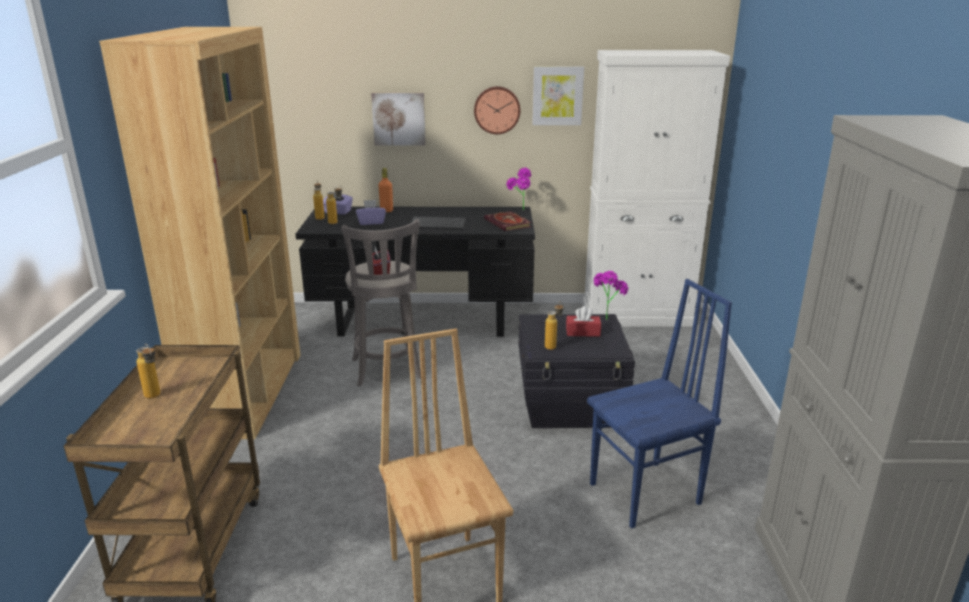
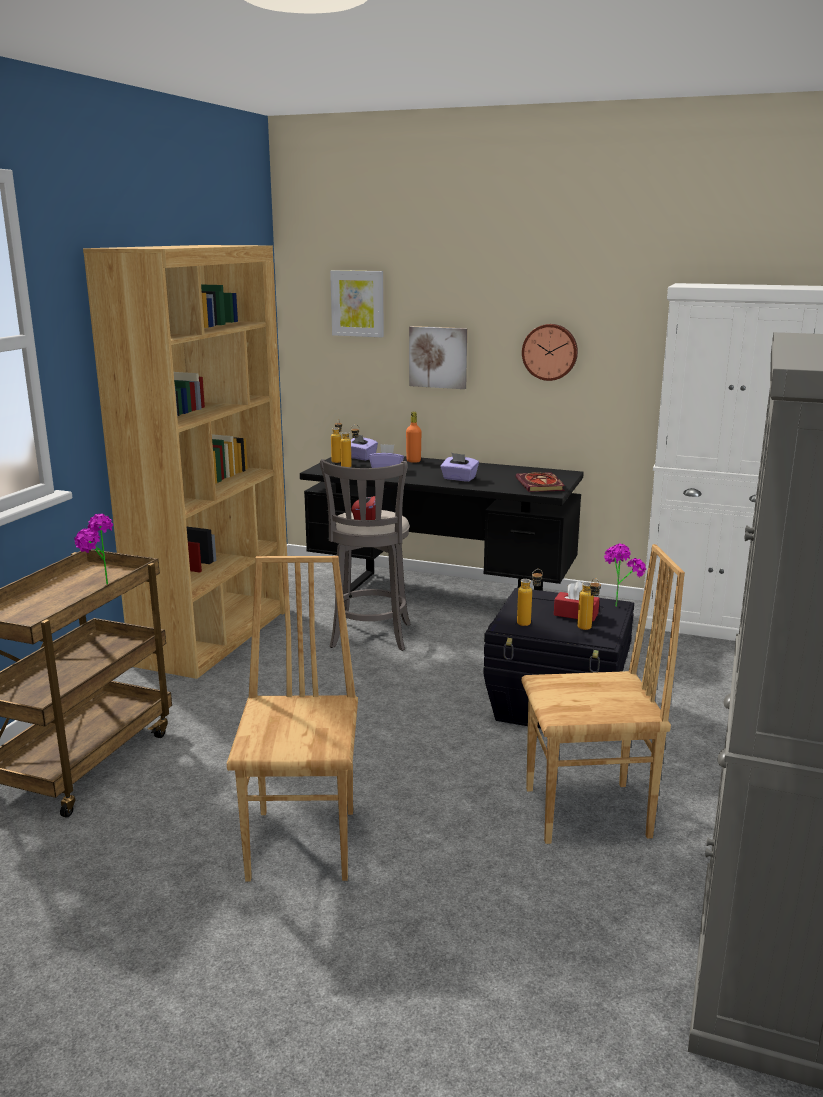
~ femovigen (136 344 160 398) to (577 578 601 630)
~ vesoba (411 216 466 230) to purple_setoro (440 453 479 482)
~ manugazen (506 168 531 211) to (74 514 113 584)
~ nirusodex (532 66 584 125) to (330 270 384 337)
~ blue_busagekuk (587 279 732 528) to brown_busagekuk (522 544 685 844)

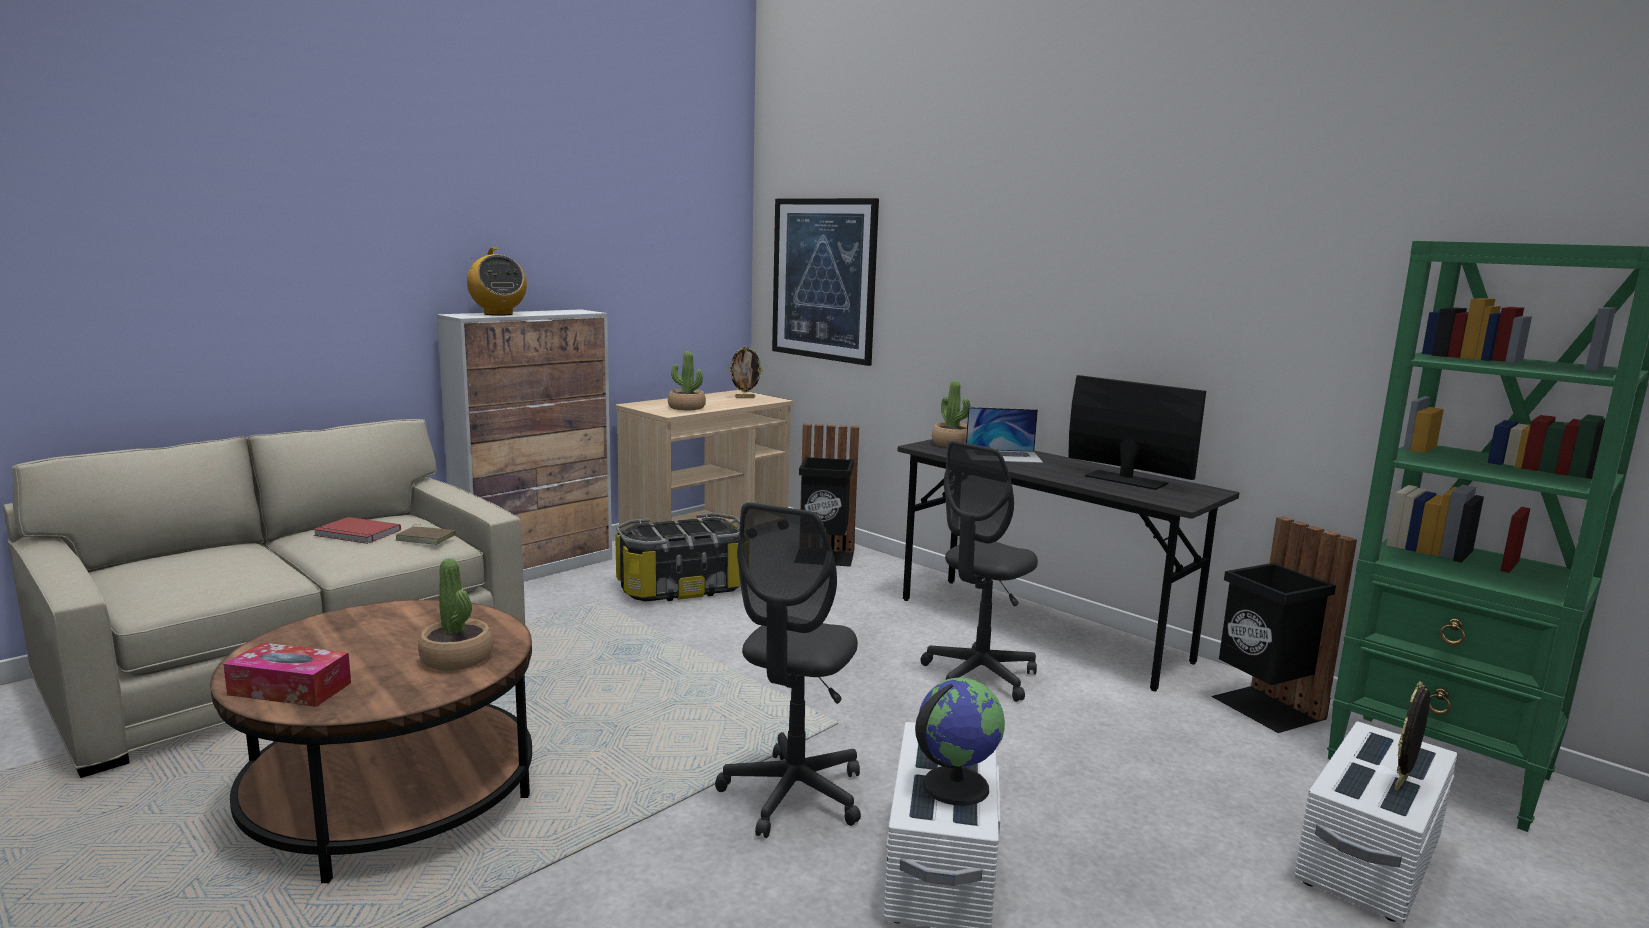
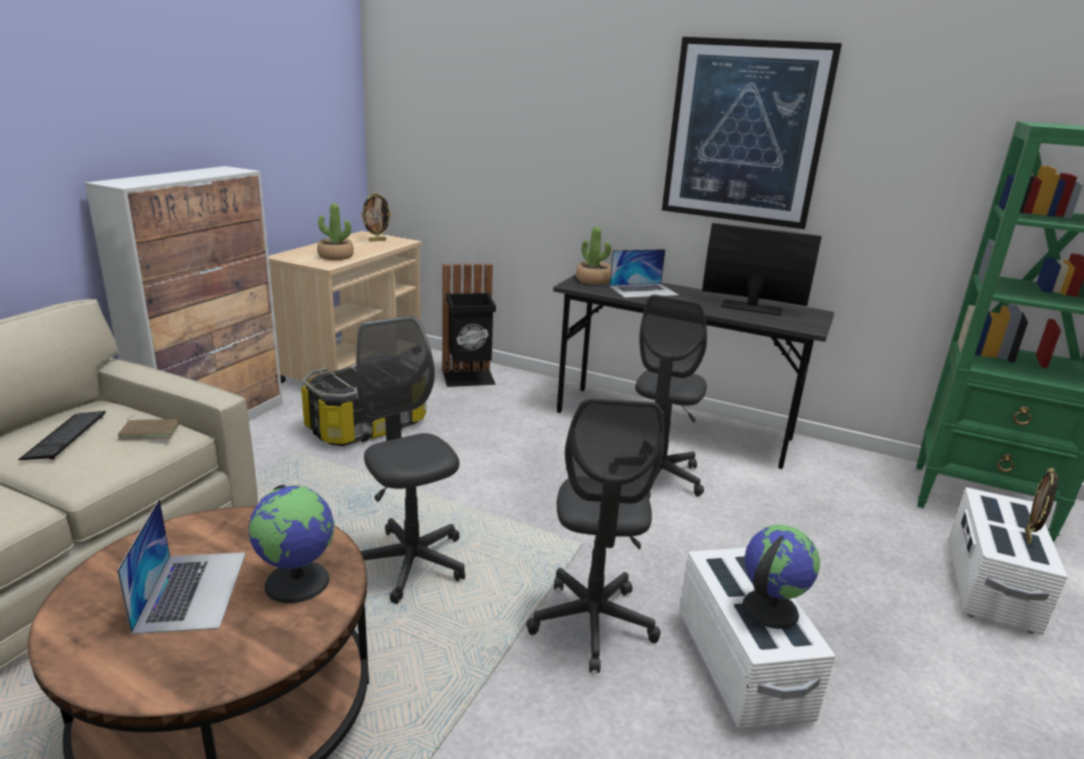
- setoro (223 642 351 707)
~ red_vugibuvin (313 517 401 544) to vesoba (18 411 106 460)
~ manugazen (418 558 493 671) to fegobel (248 484 335 603)
- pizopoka (467 248 527 316)
~ nirusodex (772 198 879 366) to (662 37 842 229)
- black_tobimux (1211 517 1357 733)
+ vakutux (117 499 246 634)
+ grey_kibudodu (356 316 465 604)

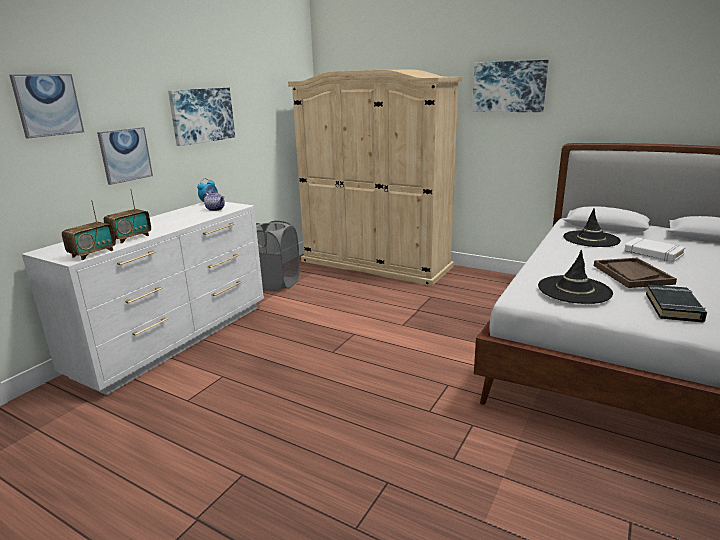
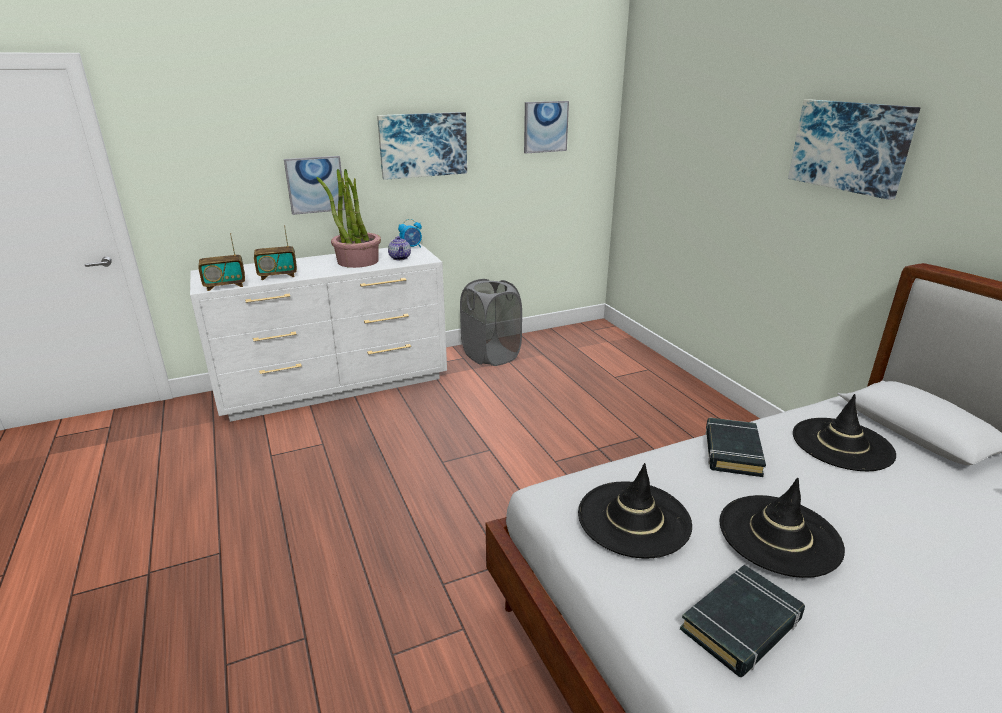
~ nirusodex (9 74 84 138) to (524 101 569 154)
- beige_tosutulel (288 70 462 286)
~ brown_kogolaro (594 258 677 288) to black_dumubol (720 478 845 578)
- white_vugibuvin (624 238 686 262)
+ manugazen (316 169 381 268)
+ black_vugibuvin (706 418 766 477)

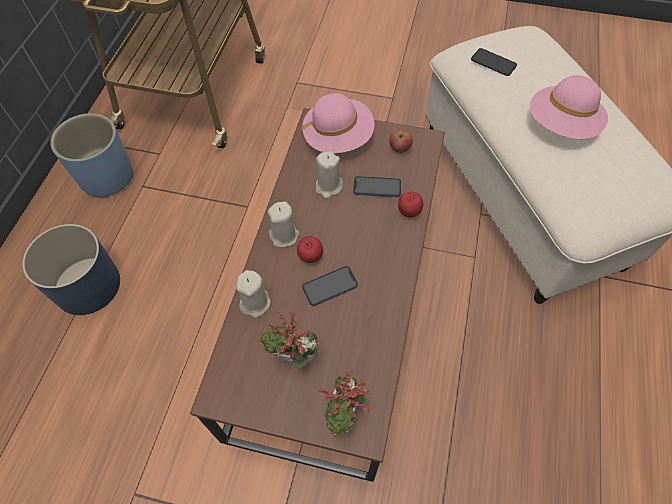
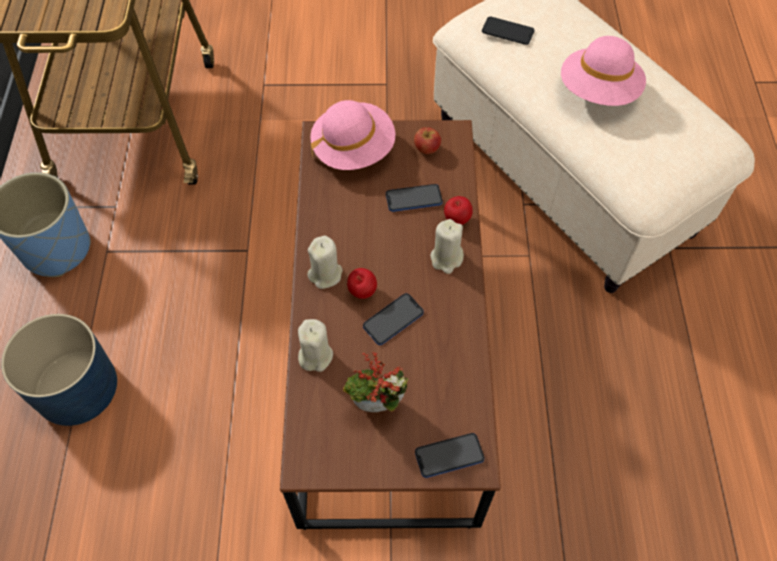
~ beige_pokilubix (315 151 343 199) to (430 219 464 274)
~ manugazen (319 370 371 437) to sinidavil (415 433 485 478)

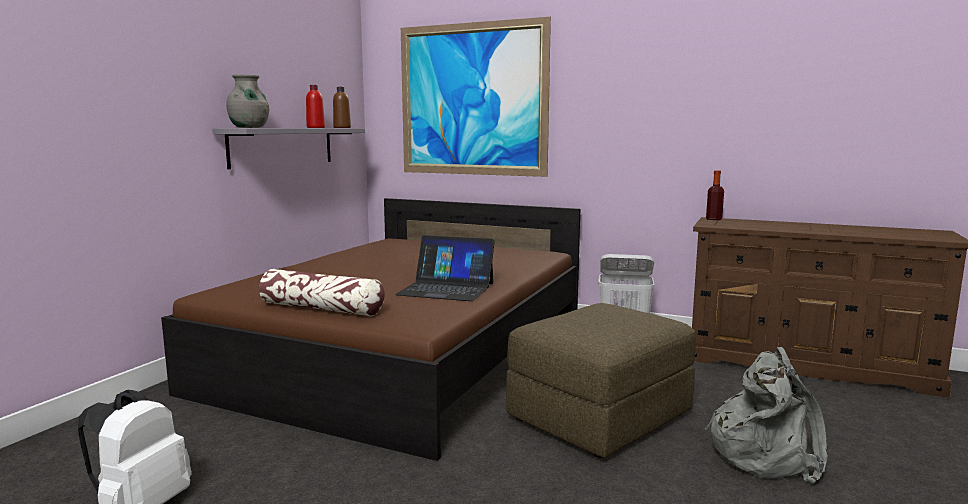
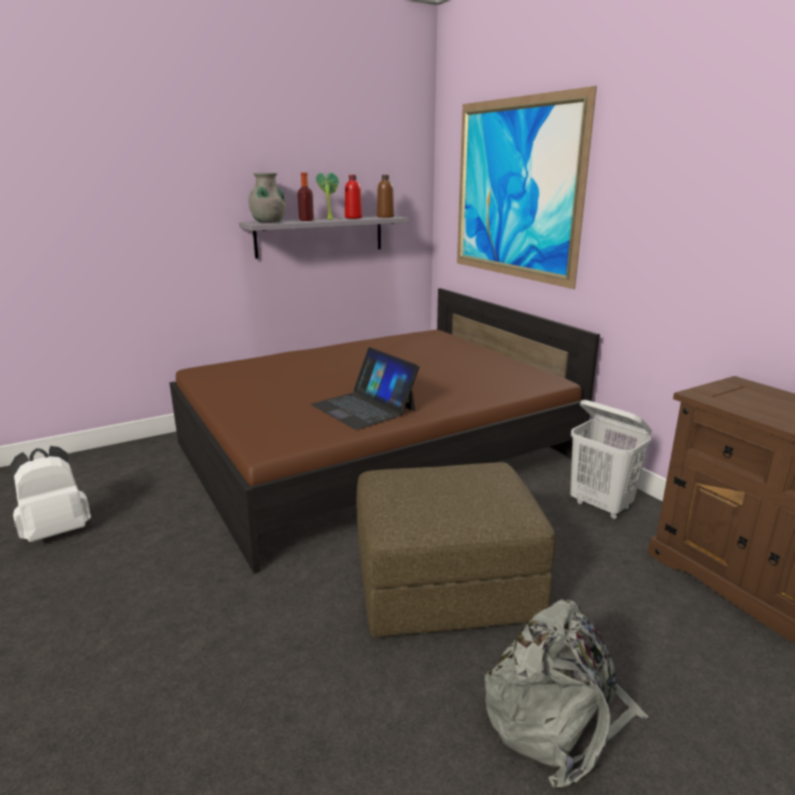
- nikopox (259 269 385 317)
~ femovigen (706 170 724 220) to (298 172 314 221)
+ manugazen (316 172 339 220)

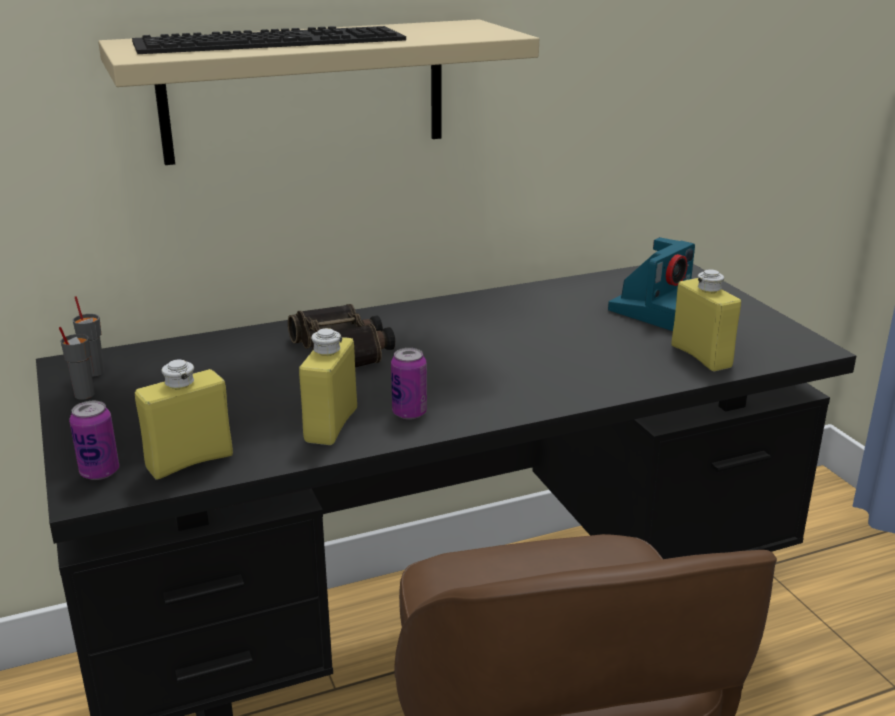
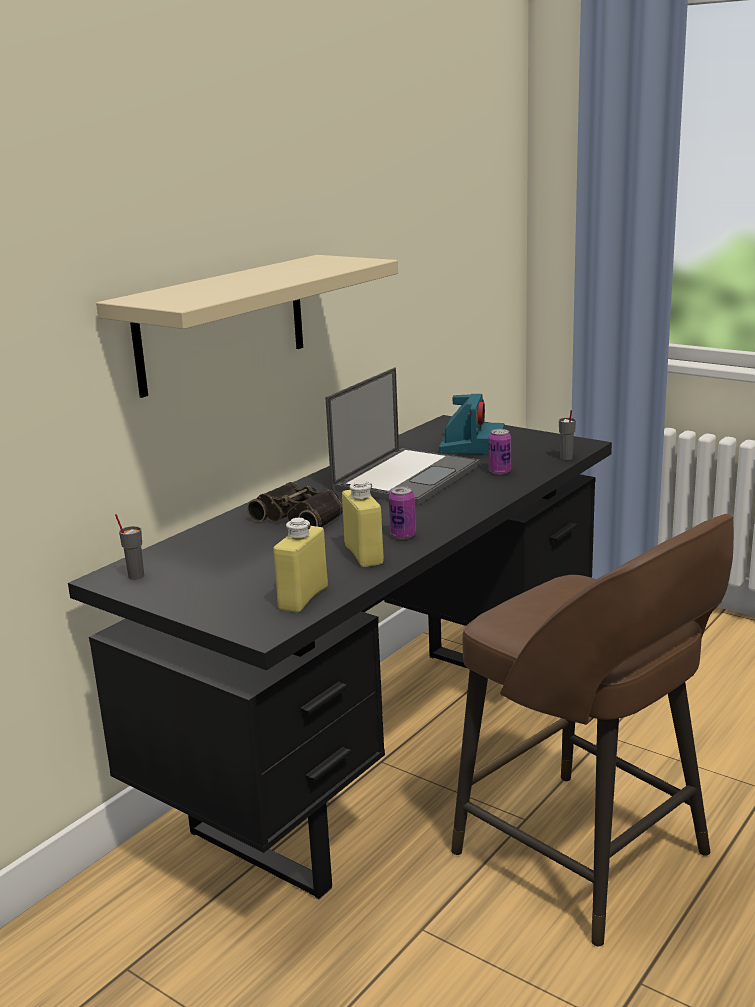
~ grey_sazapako (59 327 95 400) to (559 410 576 460)
~ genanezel (69 401 119 480) to (489 429 511 475)
- vesoba (132 26 406 54)
- yellow_femovigen (671 269 741 371)
+ vakutux (325 367 480 505)

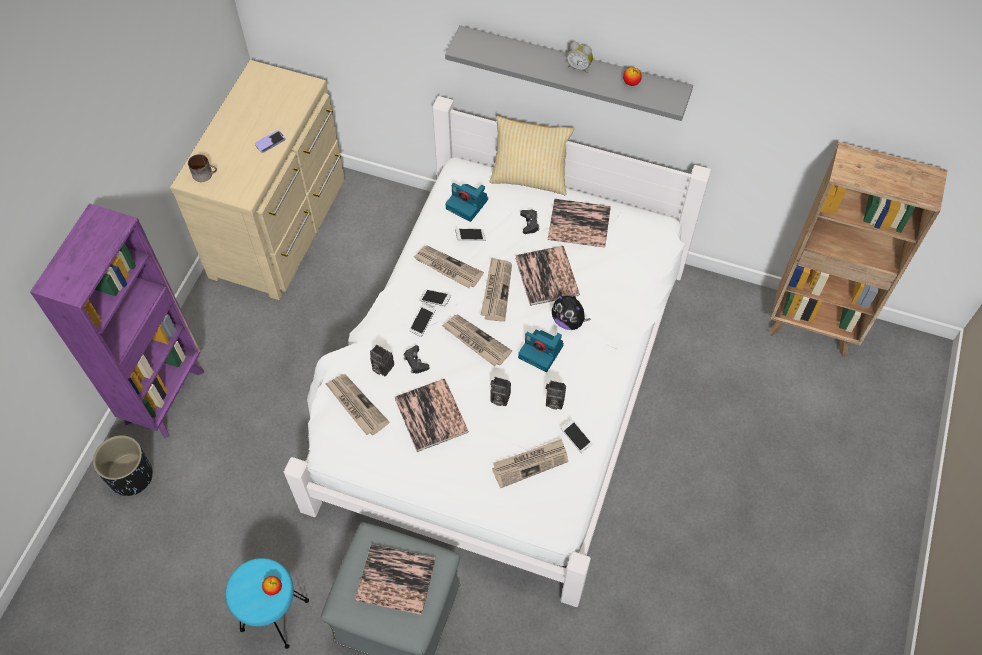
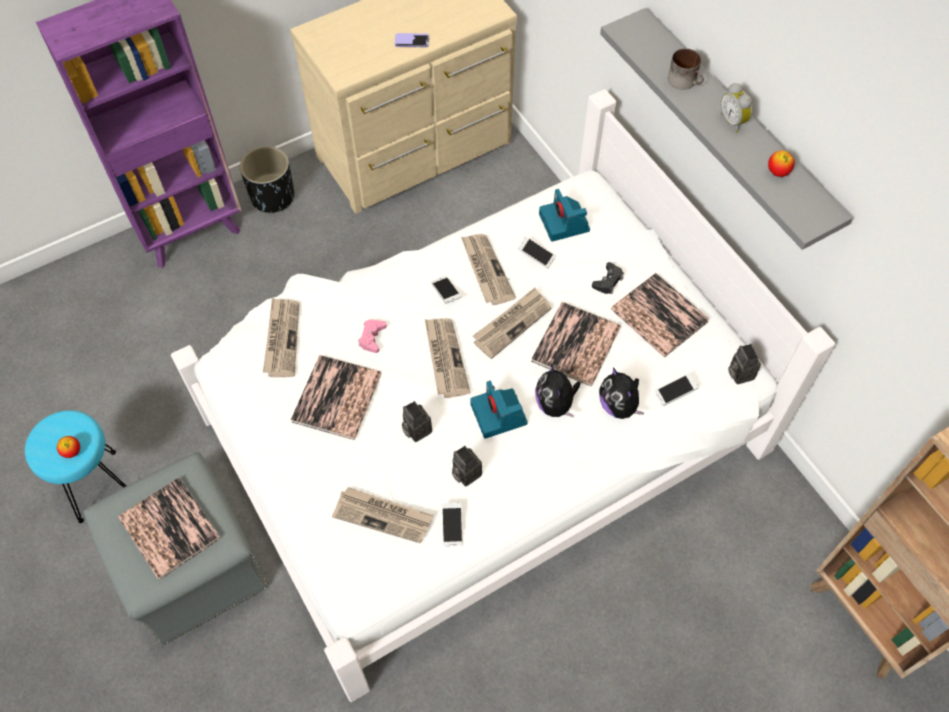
~ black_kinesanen (93 435 153 496) to (240 146 294 213)
~ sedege (188 154 217 182) to (668 48 704 90)
~ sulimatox (370 345 394 376) to (728 344 761 384)
~ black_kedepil (404 345 429 374) to pink_kedepil (358 319 387 353)
~ sinidavil (409 304 435 337) to (655 373 699 406)
- nikopox (490 116 575 195)
+ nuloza (599 367 644 419)

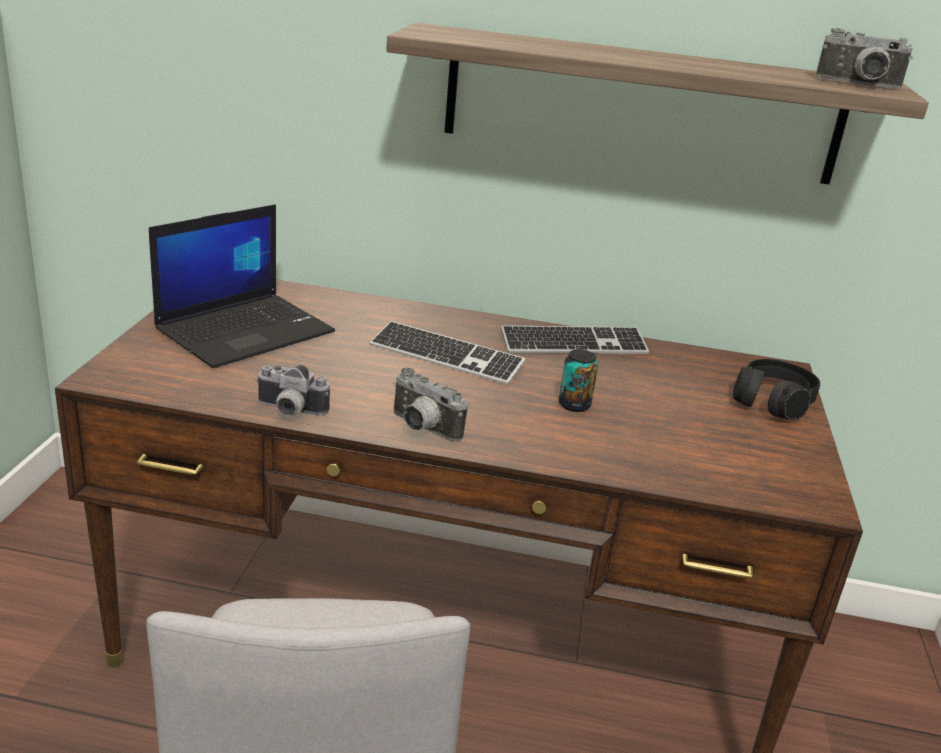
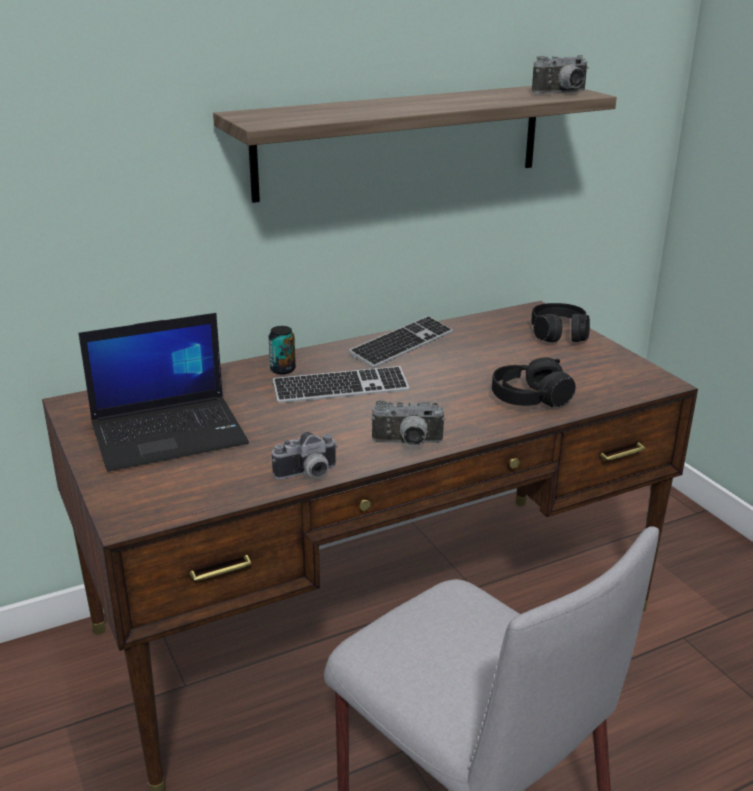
~ vakutux (149 204 335 368) = (79 313 249 472) 60 degrees clockwise
~ genanezel (559 349 598 412) to (269 326 296 374)
+ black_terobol (492 357 575 407)

